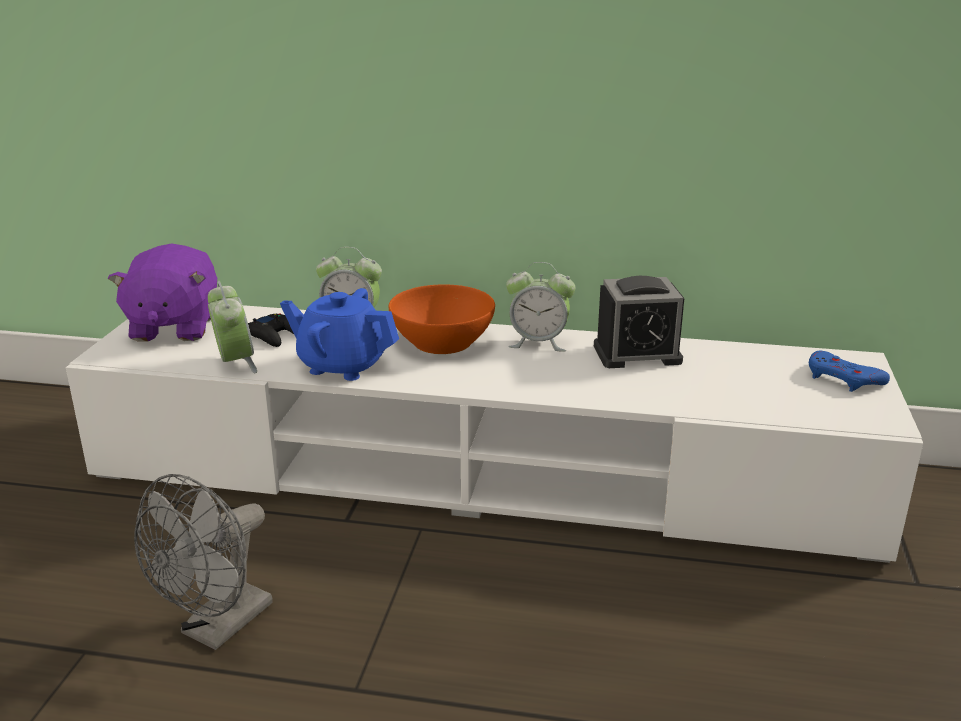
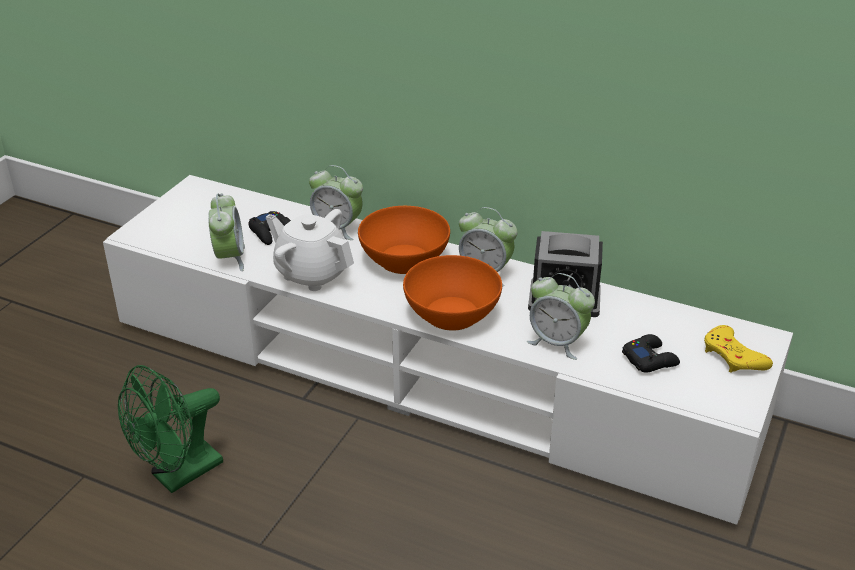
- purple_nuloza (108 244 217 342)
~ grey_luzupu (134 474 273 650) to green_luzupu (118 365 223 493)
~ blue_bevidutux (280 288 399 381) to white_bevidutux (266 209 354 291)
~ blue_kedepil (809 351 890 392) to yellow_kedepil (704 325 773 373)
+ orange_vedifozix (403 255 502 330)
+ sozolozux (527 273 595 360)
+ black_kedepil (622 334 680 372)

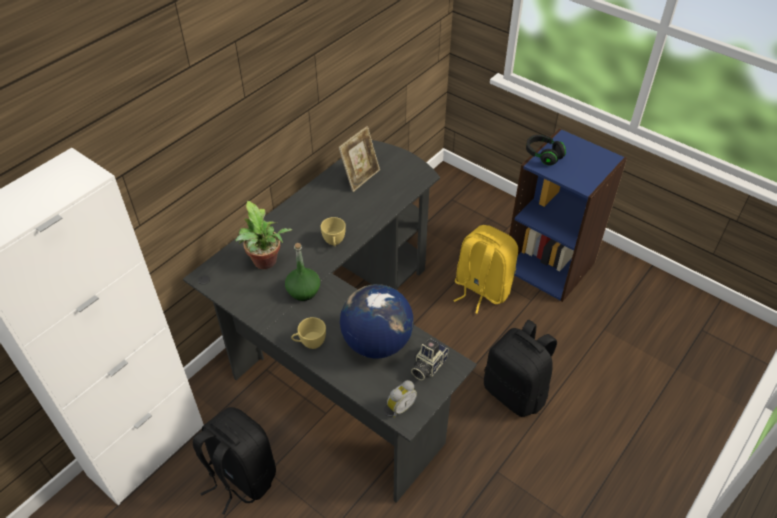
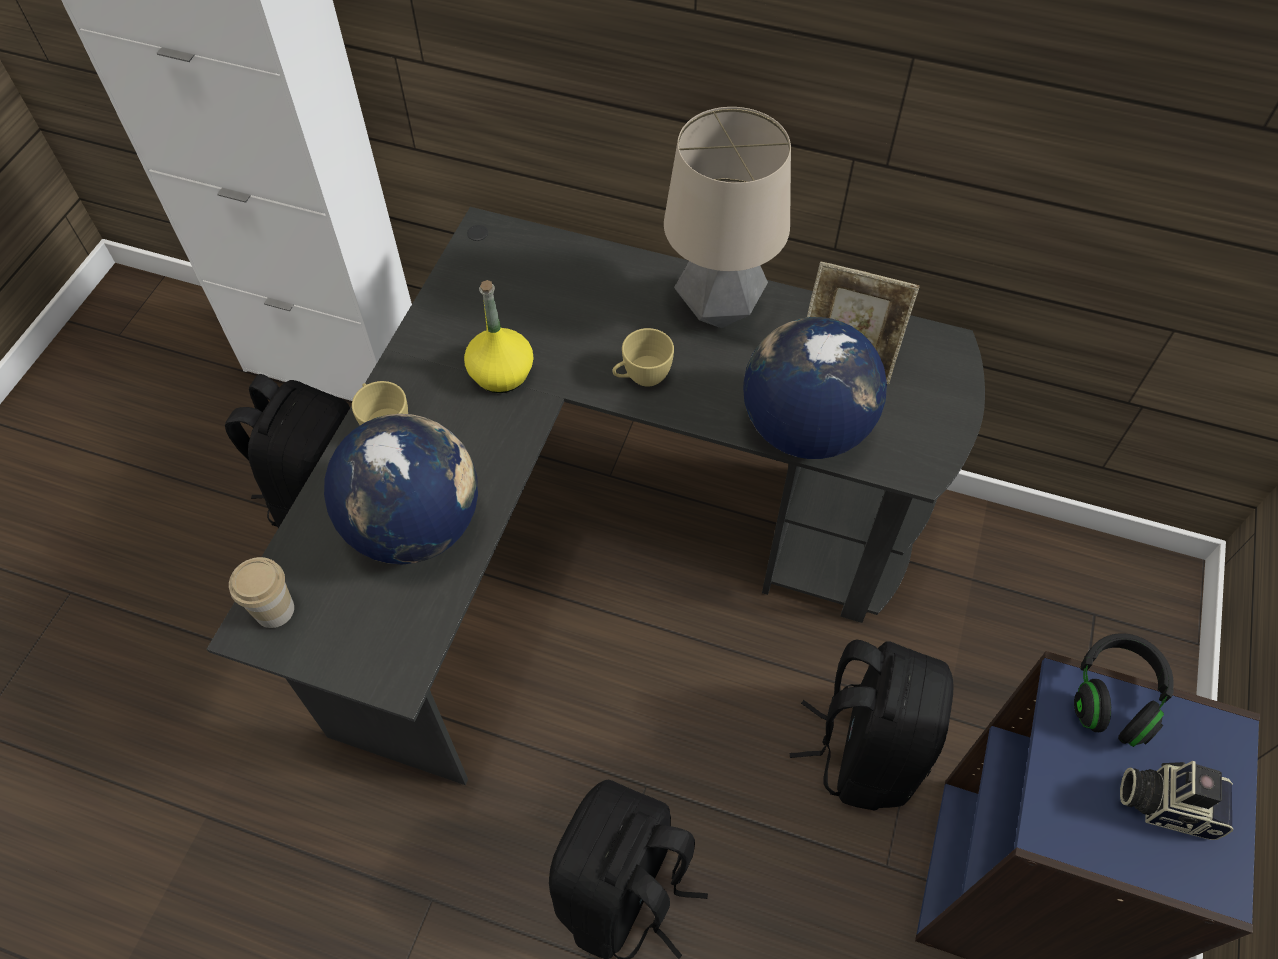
- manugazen (235 201 292 269)
~ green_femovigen (285 243 320 301) to yellow_femovigen (464 280 534 393)
~ sozolozux (387 380 417 418) to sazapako (229 557 294 628)
~ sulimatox (411 338 448 381) to (1120 761 1233 840)
~ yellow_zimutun (453 225 518 314) to black_zimutun (790 639 953 811)
+ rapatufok (664 107 791 328)
+ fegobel (743 317 887 459)

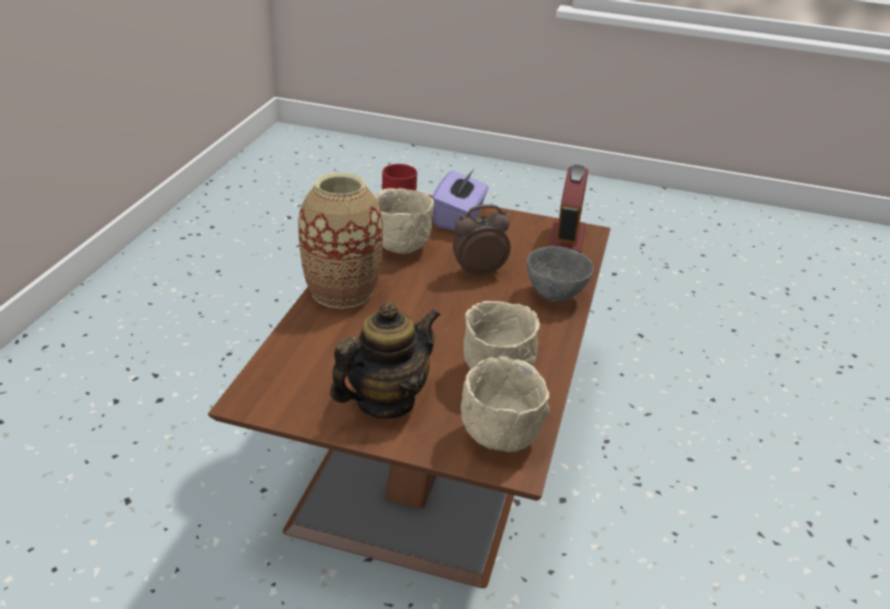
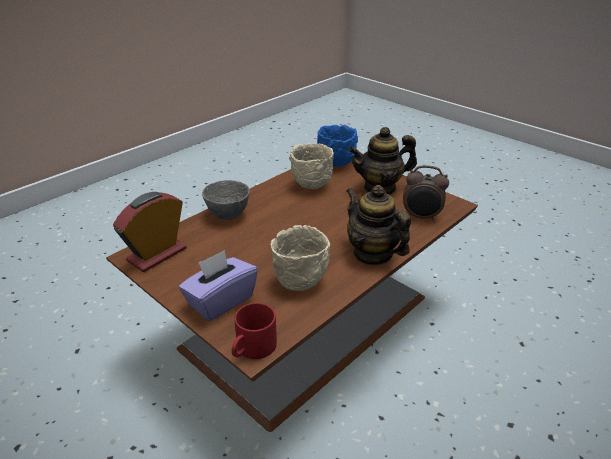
~ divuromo (298 172 383 309) to bevidutux (346 185 411 266)
~ sozolozux (453 205 511 278) to (403 165 449 221)
~ beige_vedifozix (461 356 550 452) to blue_vedifozix (317 125 358 167)

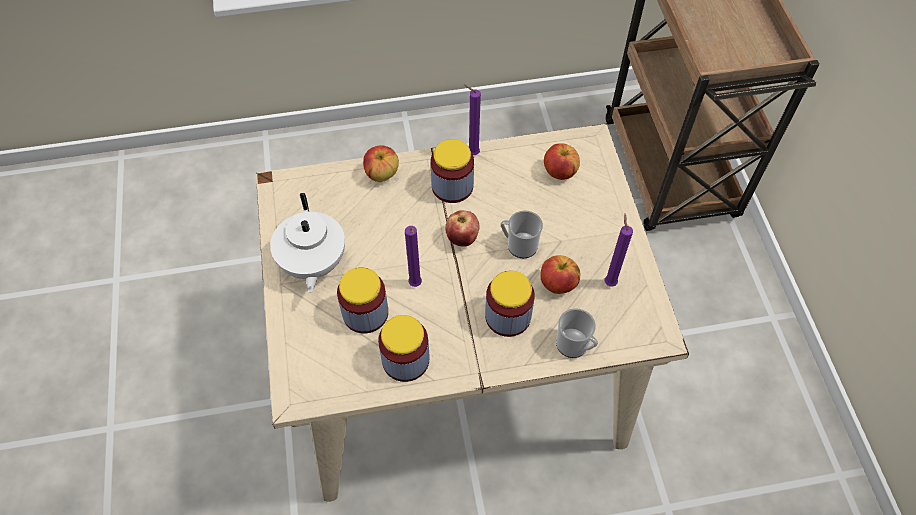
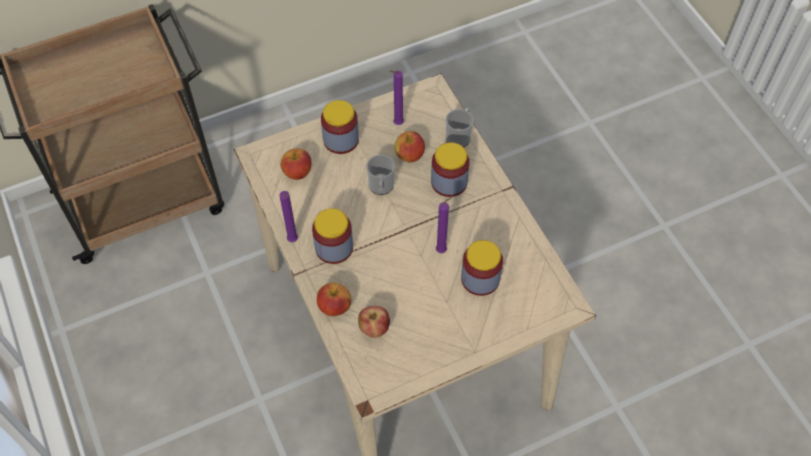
- white_bevidutux (270 193 345 293)
~ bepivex (378 315 430 382) to (321 100 359 154)
~ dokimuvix (445 210 480 246) to (358 306 390 338)

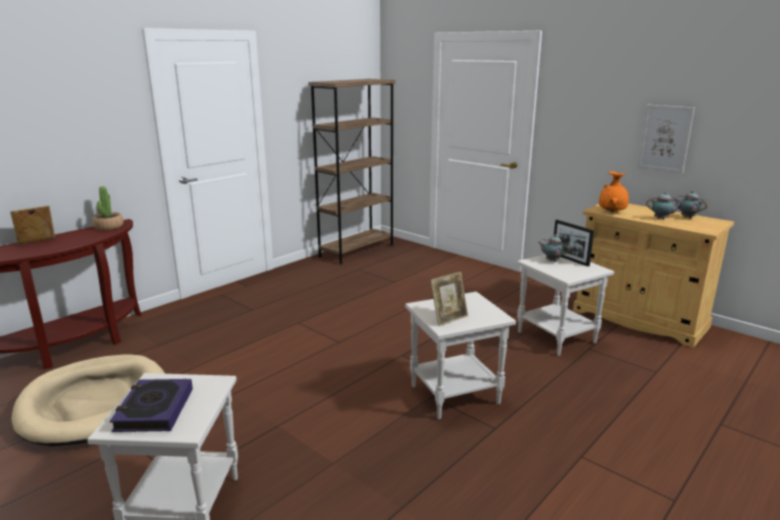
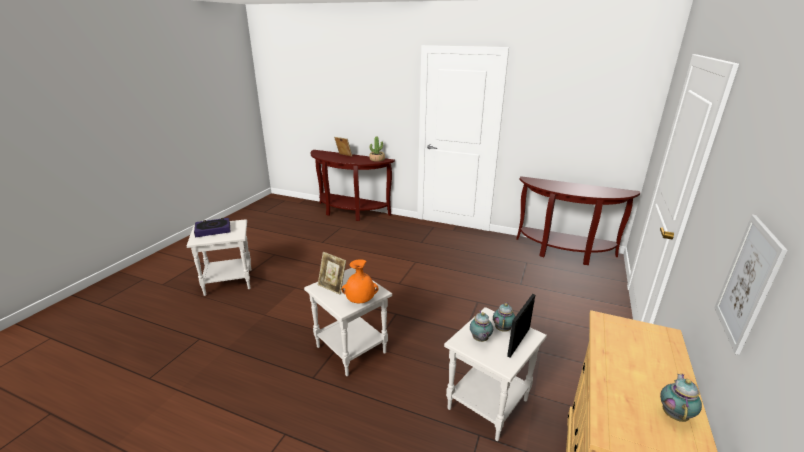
- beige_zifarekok (12 354 165 446)
~ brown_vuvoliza (308 79 396 264) to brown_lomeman (516 176 640 265)
~ orange_divuromo (599 171 629 212) to (342 259 379 303)
~ bevidutux (646 192 683 219) to (470 311 493 342)

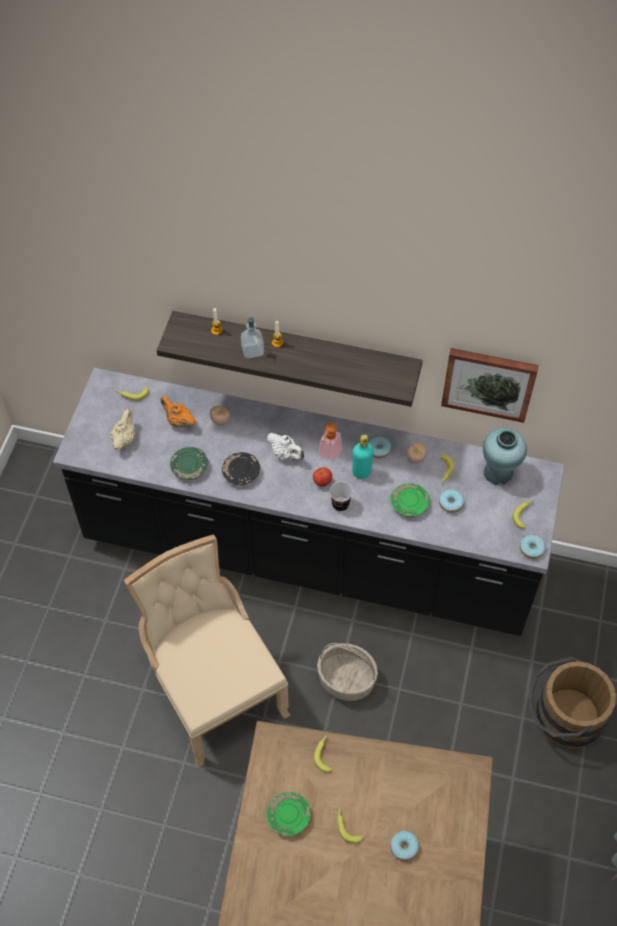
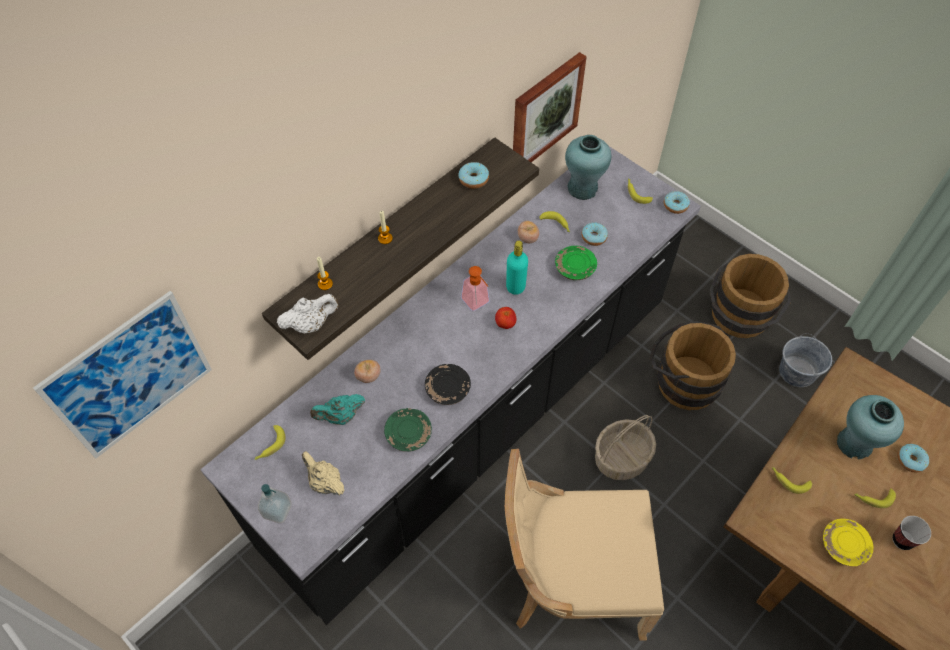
~ orange_bevidutux (161 396 195 428) to turquoise_bevidutux (310 394 365 425)
~ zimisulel (241 317 264 358) to (258 484 291 523)
~ white_bevidutux (267 433 304 460) to (277 294 338 333)
~ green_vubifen (267 792 311 836) to yellow_vubifen (823 519 873 566)
~ sazapako (330 482 353 512) to (893 516 931 550)
~ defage (368 436 391 458) to (459 162 489 189)
+ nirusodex (33 291 212 459)
+ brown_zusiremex (650 321 736 410)
+ grey_zusiremex (779 333 832 387)
+ turquoise_divuromo (837 395 904 460)

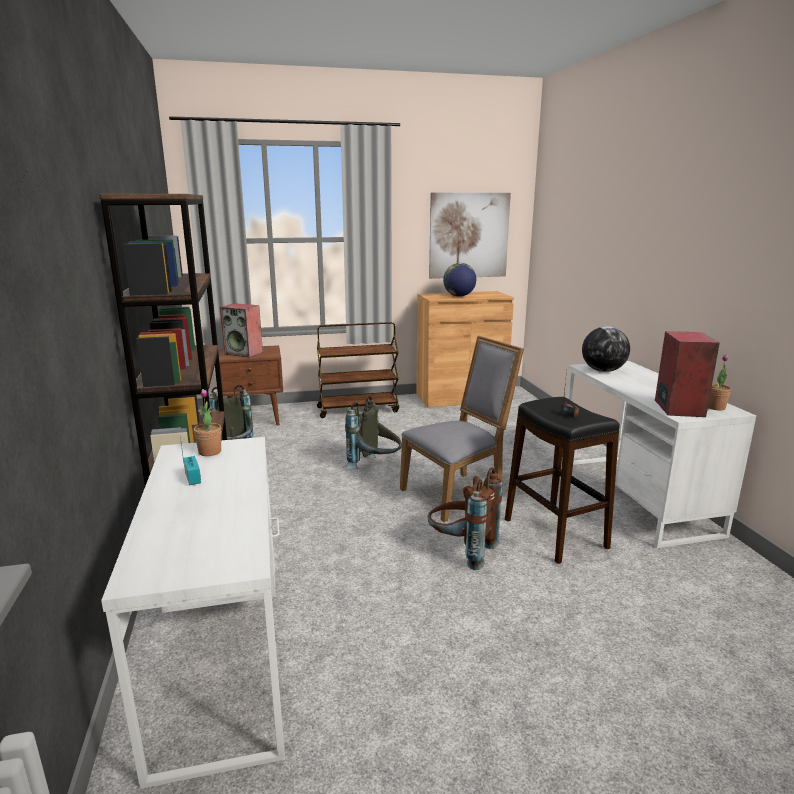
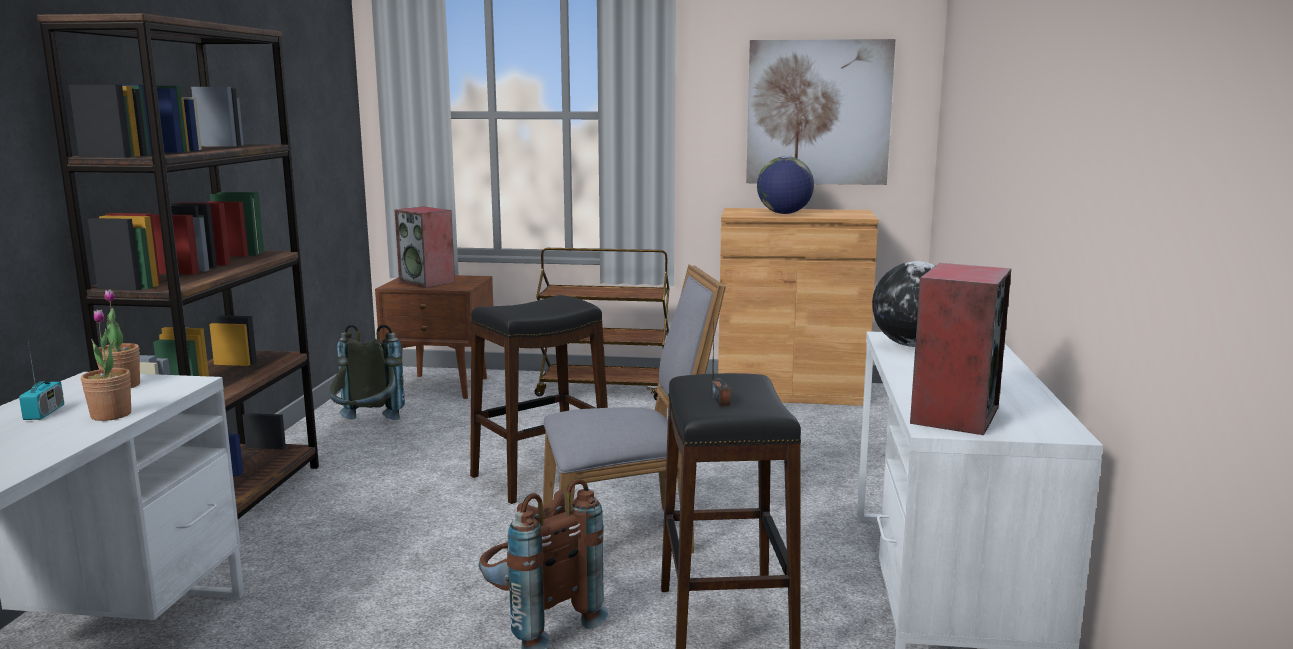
~ grey_zimutun (345 396 402 469) to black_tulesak (470 295 608 504)
~ manugazen (708 355 731 410) to (81 309 131 421)

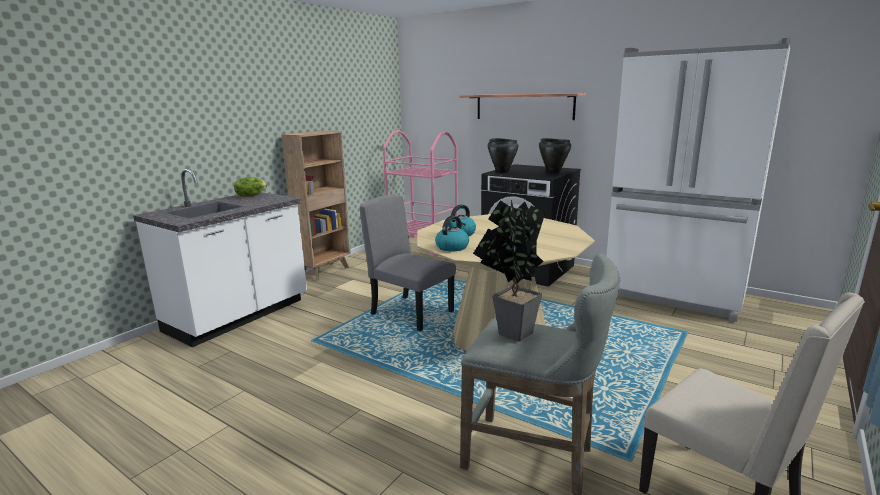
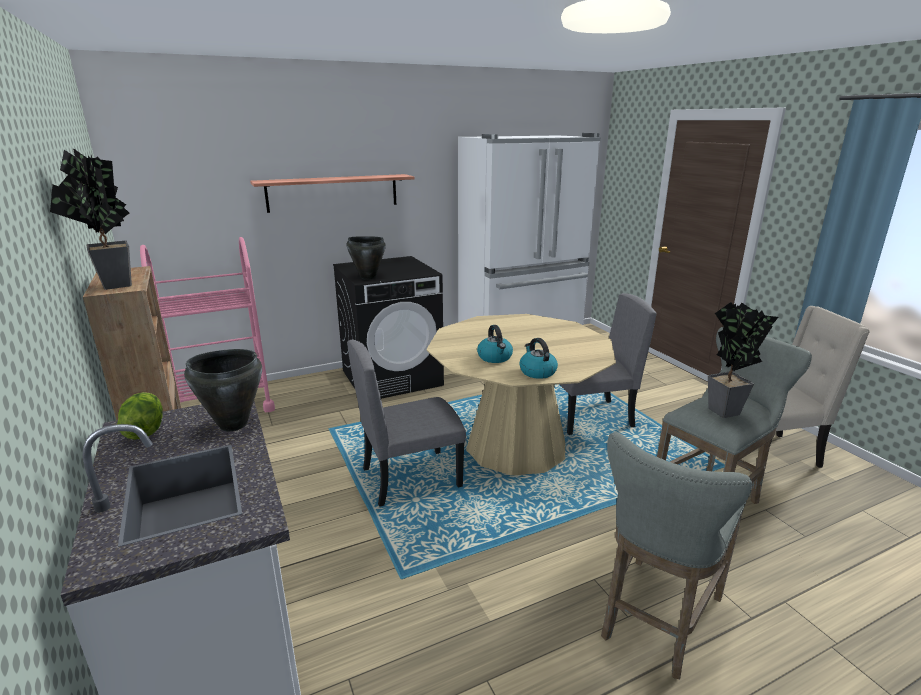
~ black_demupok (539 138 571 174) to (184 349 262 431)
+ manugazen (50 148 132 290)
+ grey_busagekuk (554 293 656 435)
+ grey_tulesak (601 432 753 679)

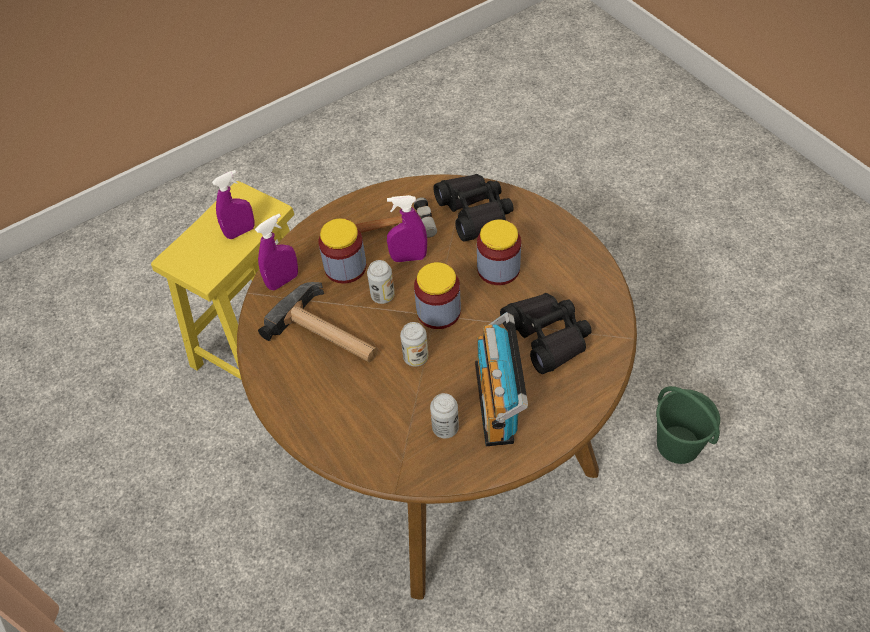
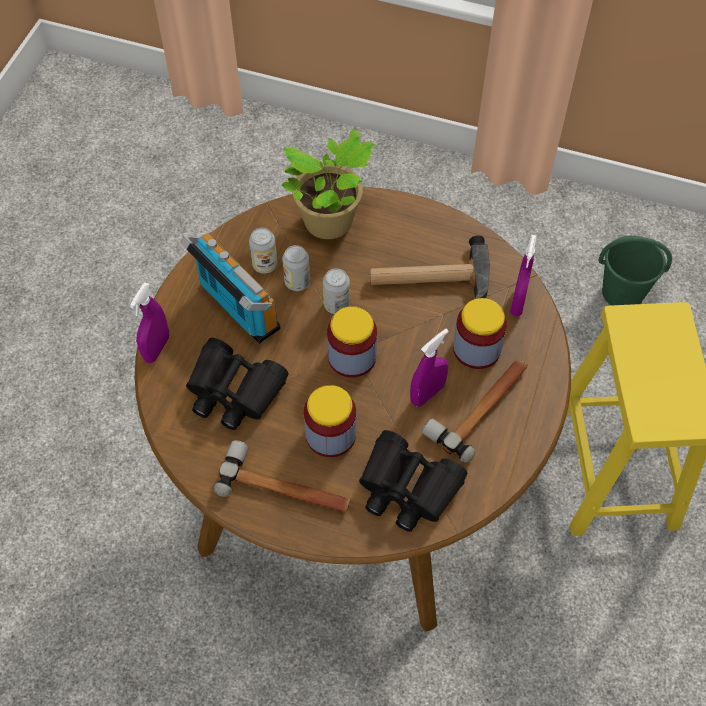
~ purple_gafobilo (212 170 255 239) to (130 283 169 363)
~ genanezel (367 260 395 304) to (282 245 310 291)
~ green_zusiremex (656 386 720 464) to (598 235 672 306)
+ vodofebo (214 440 351 512)
+ manugazen (281 129 375 239)

